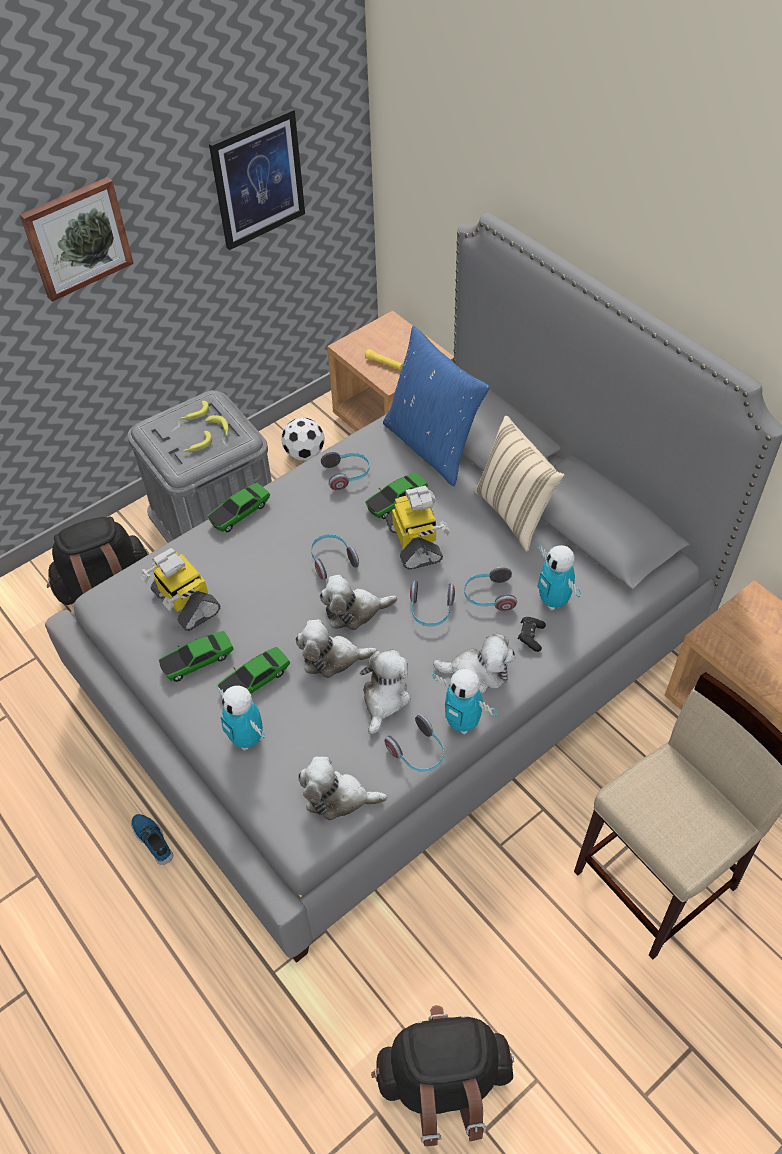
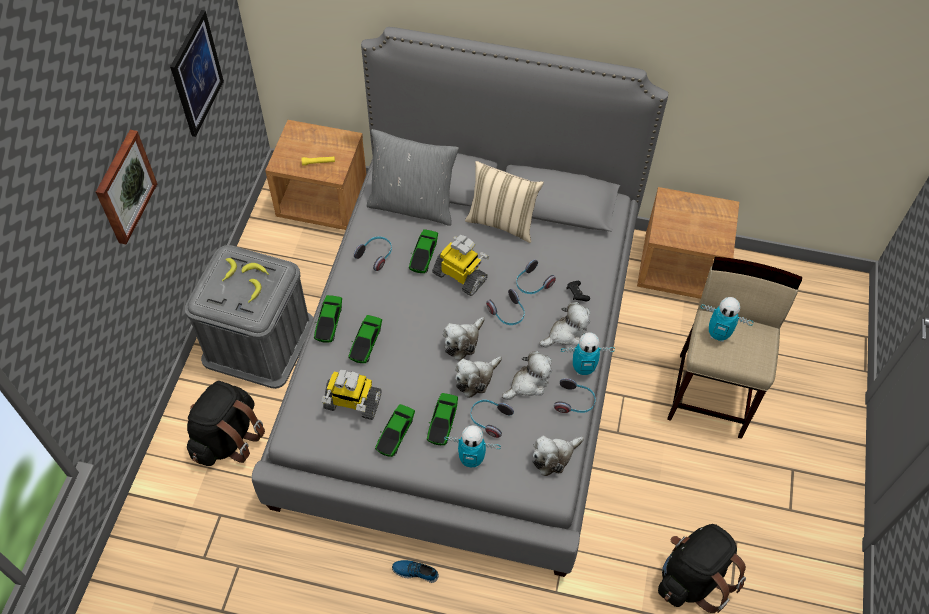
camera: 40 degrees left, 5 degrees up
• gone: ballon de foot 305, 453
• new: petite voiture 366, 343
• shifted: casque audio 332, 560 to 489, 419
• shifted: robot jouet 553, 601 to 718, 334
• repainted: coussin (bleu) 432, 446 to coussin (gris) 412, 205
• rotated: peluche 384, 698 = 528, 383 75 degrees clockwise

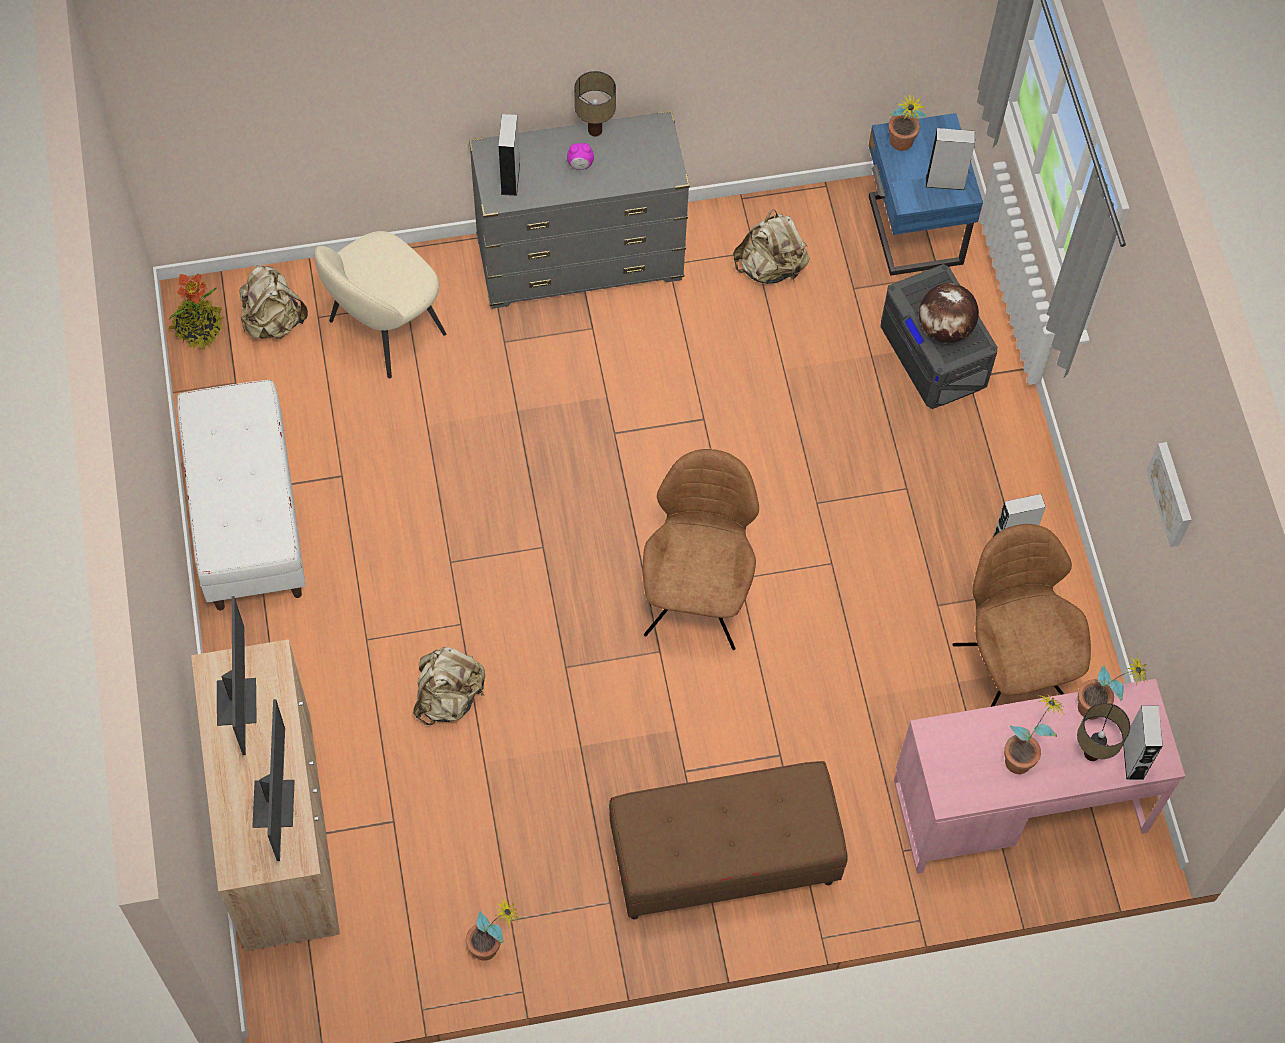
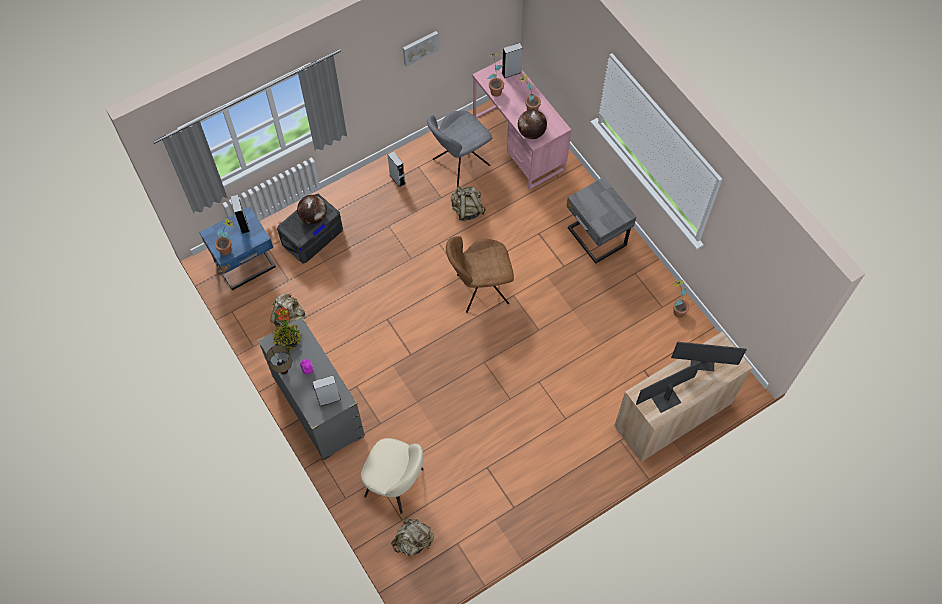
camera: 110 degrees left, 0 degrees up
• gone: banc (blanc) 247, 517
• gone: lampe de table 1091, 752
• new: globe 531, 133
• shifted: plante en pot 199, 328 to 287, 340
• shifted: sac à dos (beige) 449, 697 to 467, 210
• swapped: banc (marron) 723, 860 to table de chevet (gris) 595, 238
• repainted: chaise (marron) 1009, 669 to chaise (gris) 459, 163
• rotated: écran d'ordinateur 275, 803 = 702, 362 150 degrees counterclockwise

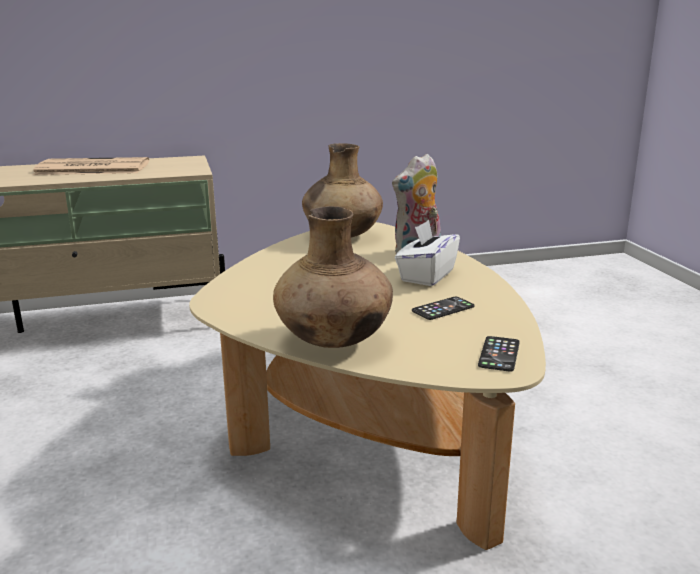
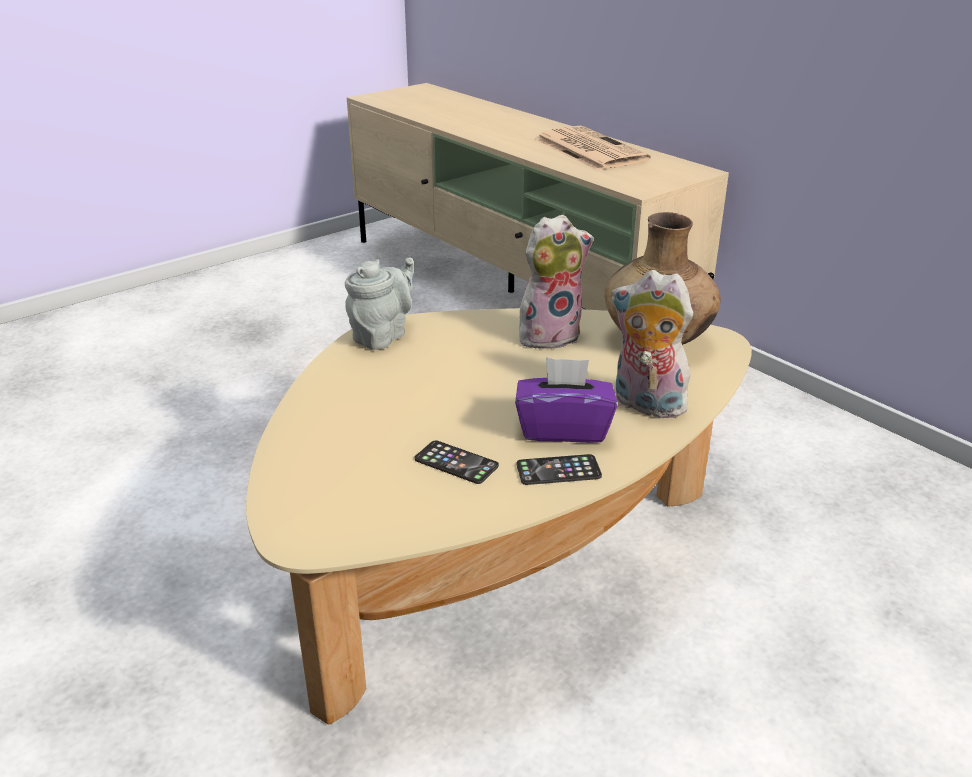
camera: 65 degrees right, 10 degrees up
• gone: vase (marron) 334, 341
• new: théière (gris) 382, 336
• new: peluche 549, 335
• shifted: téléphone 499, 354 to 558, 470
• repainted: boîte à mouchoirs (blanc) 426, 276 to boîte à mouchoirs (violet) 563, 429

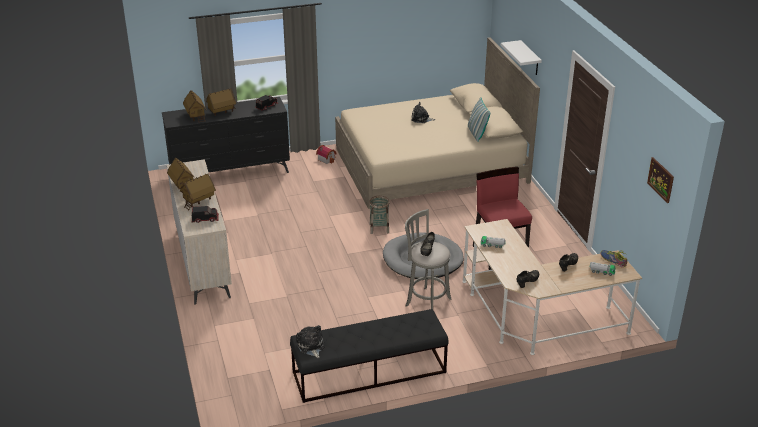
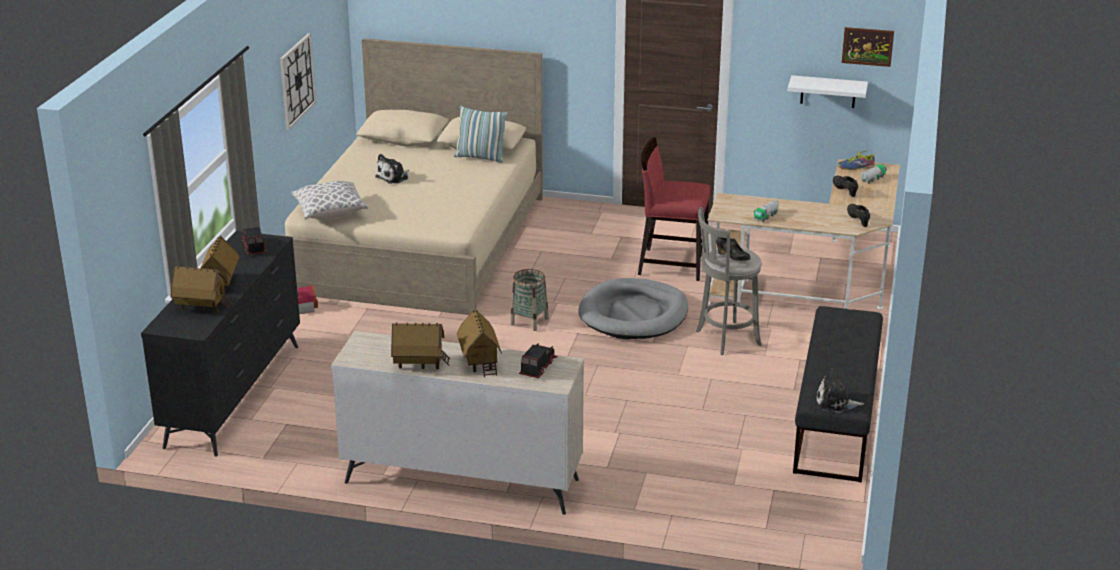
camera: 60 degrees left, 5 degrees down
• new: horloge murale 297, 81
• new: coussin 330, 213
• shifted: étagère (blanc) 530, 58 to 828, 91

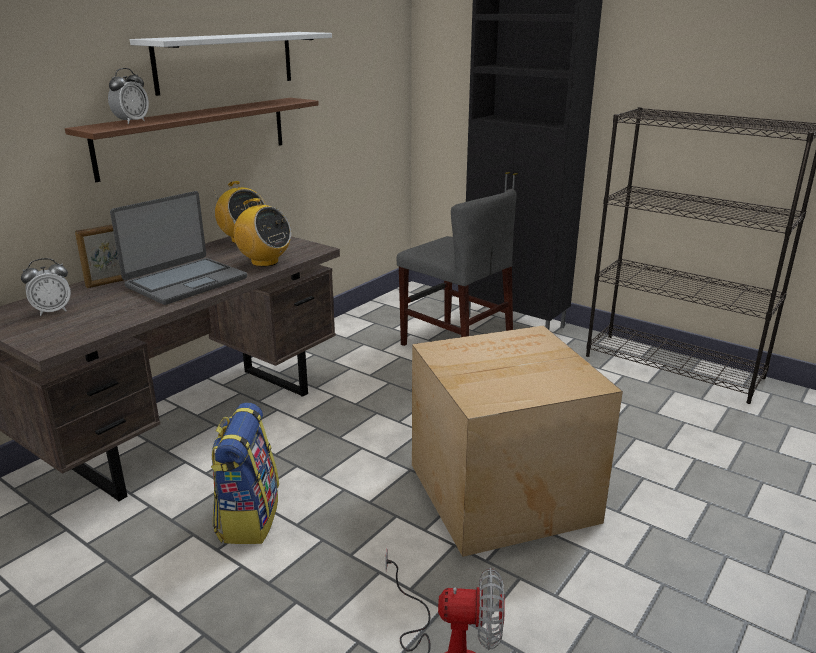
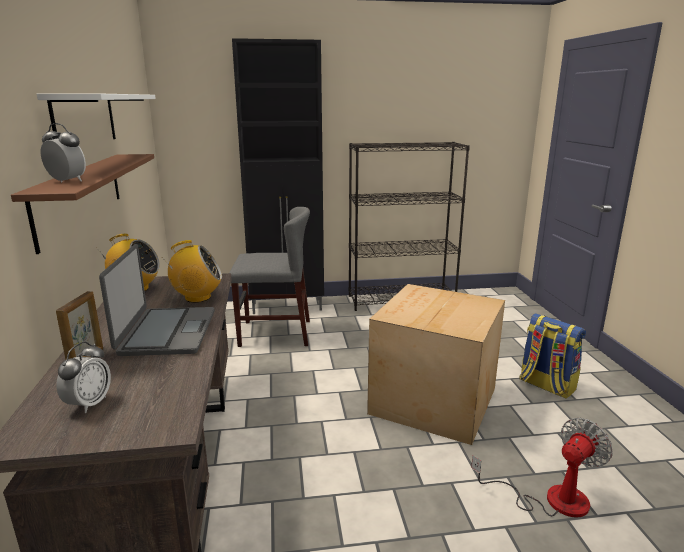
camera: 45 degrees left, 5 degrees down
• shifted: sac à dos 248, 518 to 546, 385
• rotated: réveil 132, 122 = 67, 181 45 degrees counterclockwise

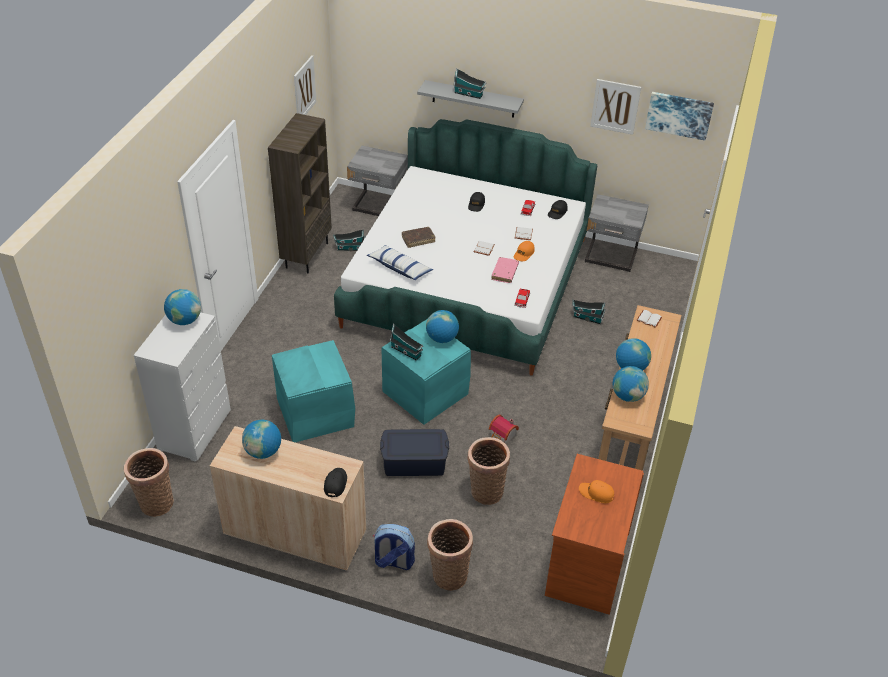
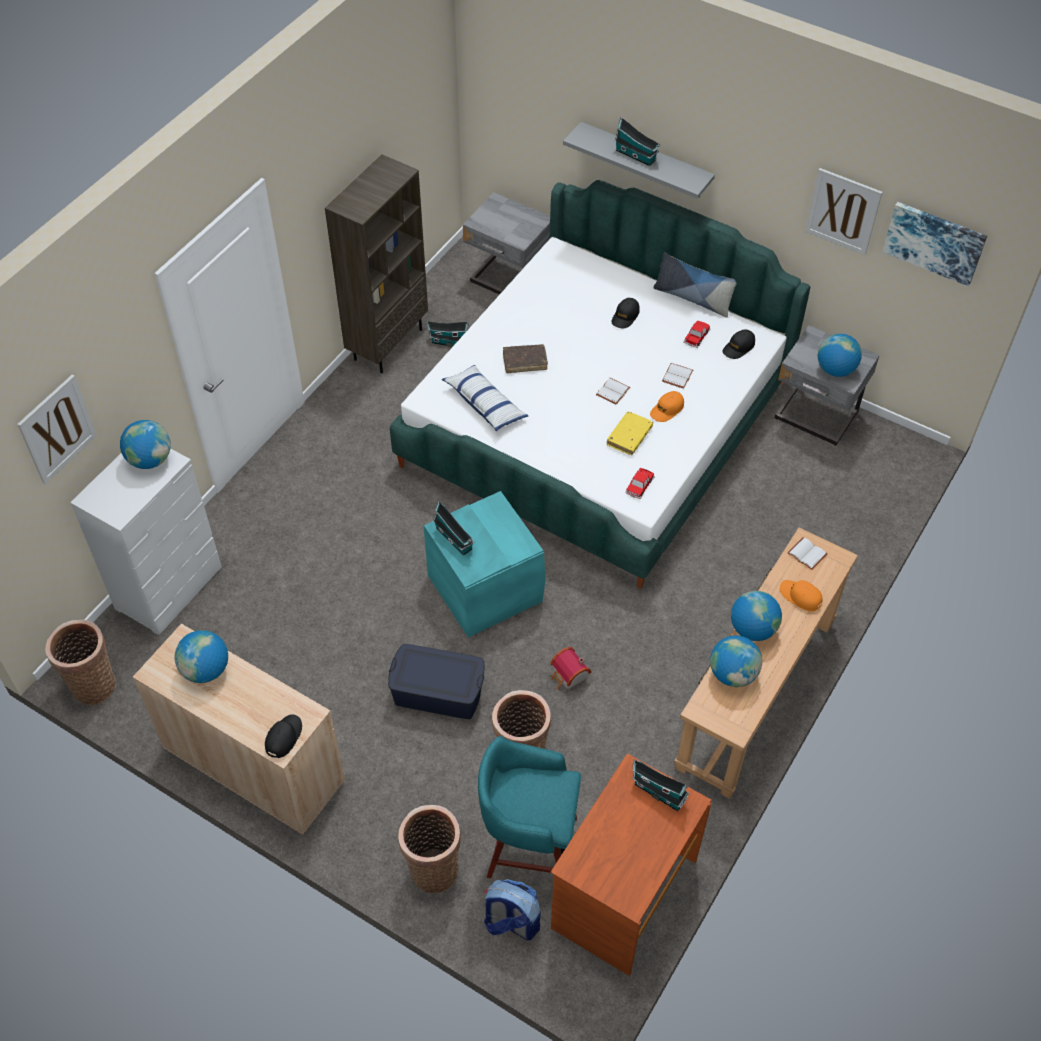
camera: 15 degrees right, 10 degrees up
• gone: boîte de rangement (turquoise) 316, 412
• new: tabouret (turquoise) 528, 845
• new: coussin 693, 298
• shifted: tableau 304, 89 to 57, 429
• shifted: sac à dos 393, 561 to 511, 922
• shifted: globe 441, 338 to 835, 370
• shifted: maison miniature 586, 318 to 657, 791
• shifted: casquette (orange) 596, 493 to 800, 596
• repainted: livre (rose) 504, 273 to livre (jaune) 629, 437

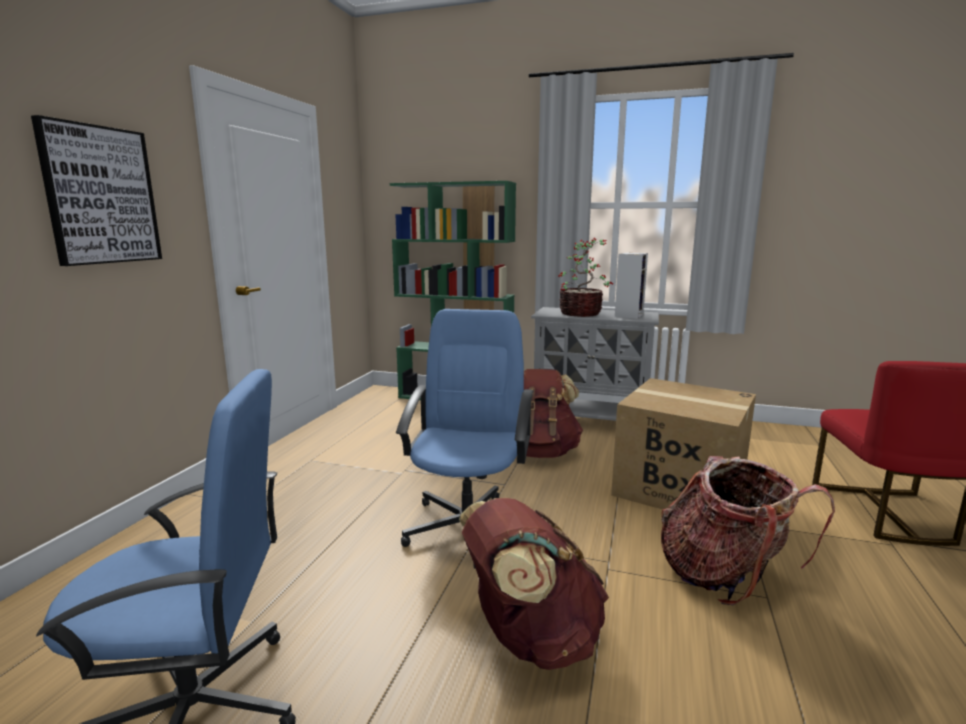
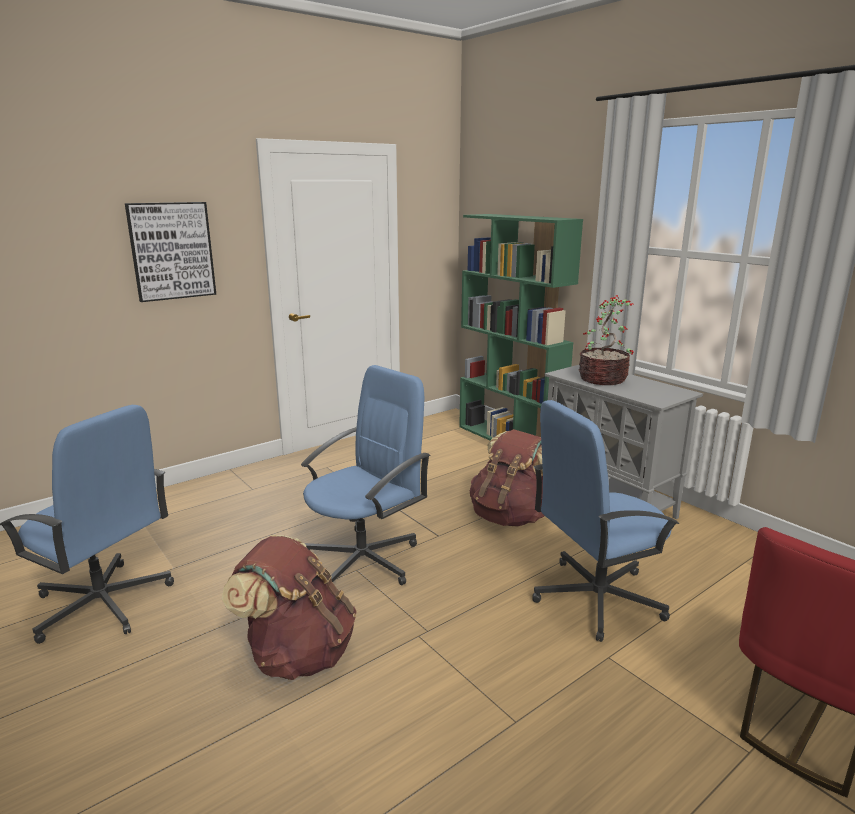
camera: 35 degrees right, 5 degrees up
• gone: enceinte 628, 315
• gone: sac à dos 726, 576
• swapped: carton 679, 488 to chaise de bureau (bleu) 595, 598

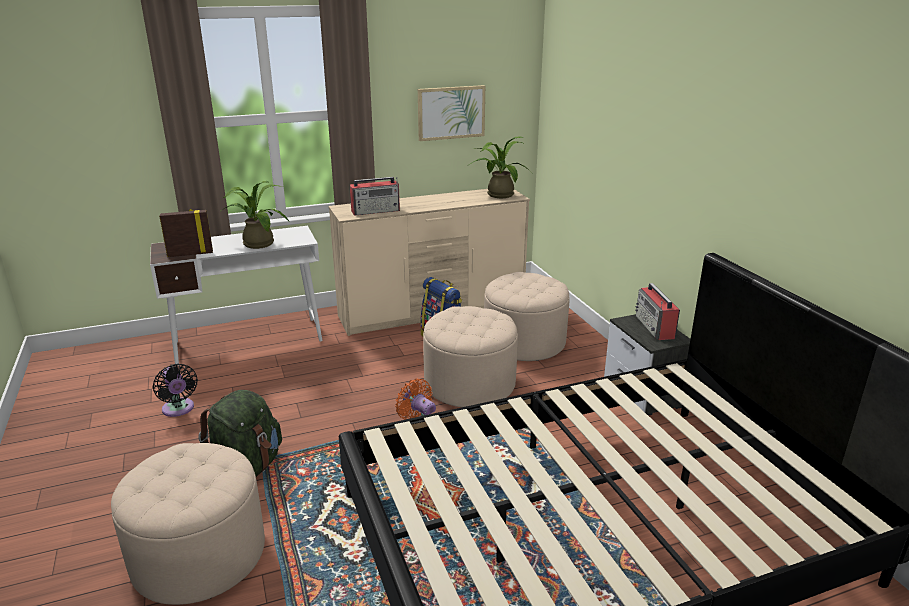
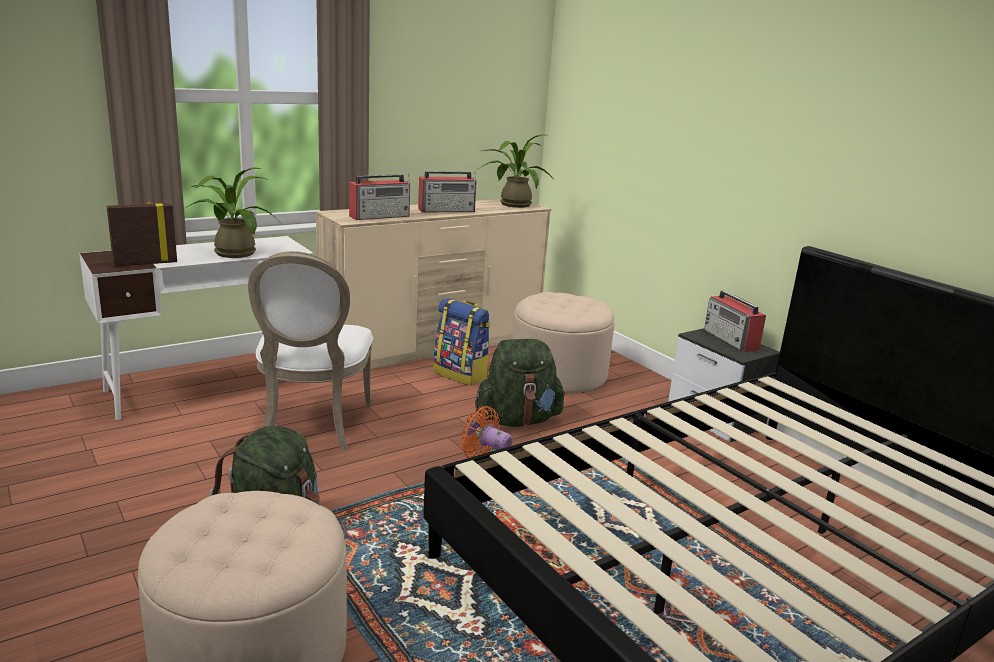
camera: 15 degrees left, 5 degrees down
• gone: ventilateur (noir) 179, 409
• gone: tableau 451, 112
• new: chaise (blanc) 312, 426
• new: radio 447, 210
• swapped: pouf (beige) 469, 384 to sac à dos (vert) 518, 420

